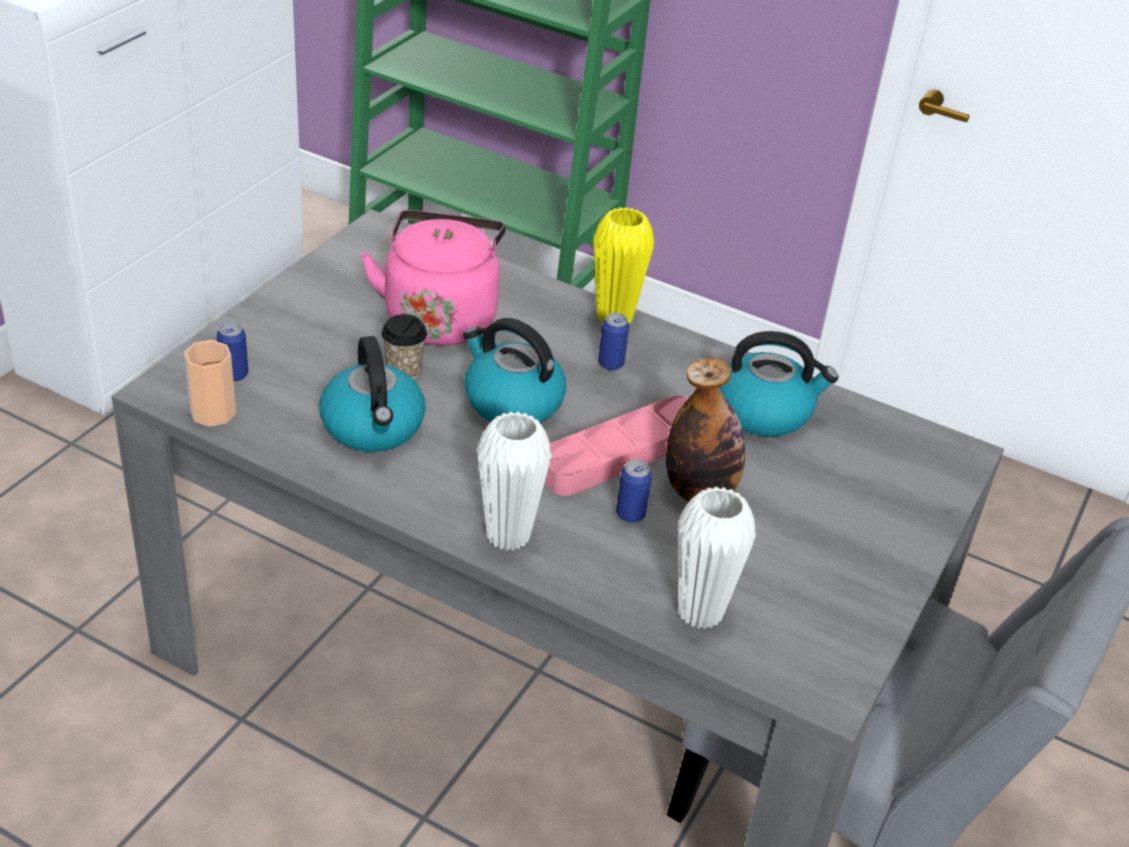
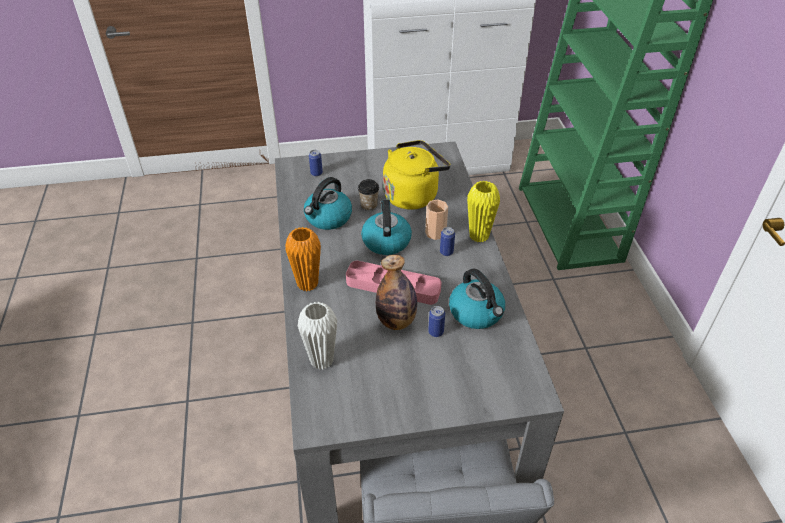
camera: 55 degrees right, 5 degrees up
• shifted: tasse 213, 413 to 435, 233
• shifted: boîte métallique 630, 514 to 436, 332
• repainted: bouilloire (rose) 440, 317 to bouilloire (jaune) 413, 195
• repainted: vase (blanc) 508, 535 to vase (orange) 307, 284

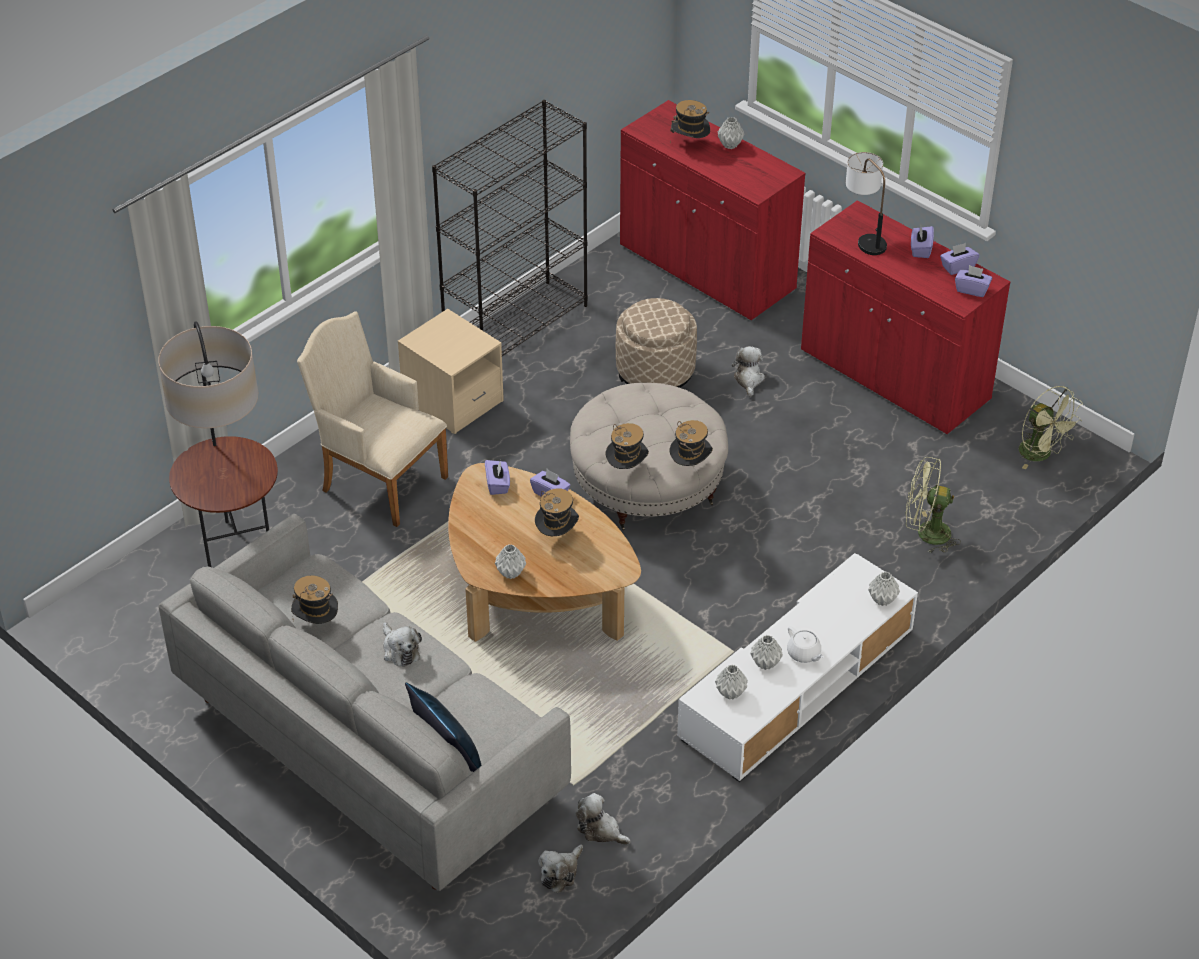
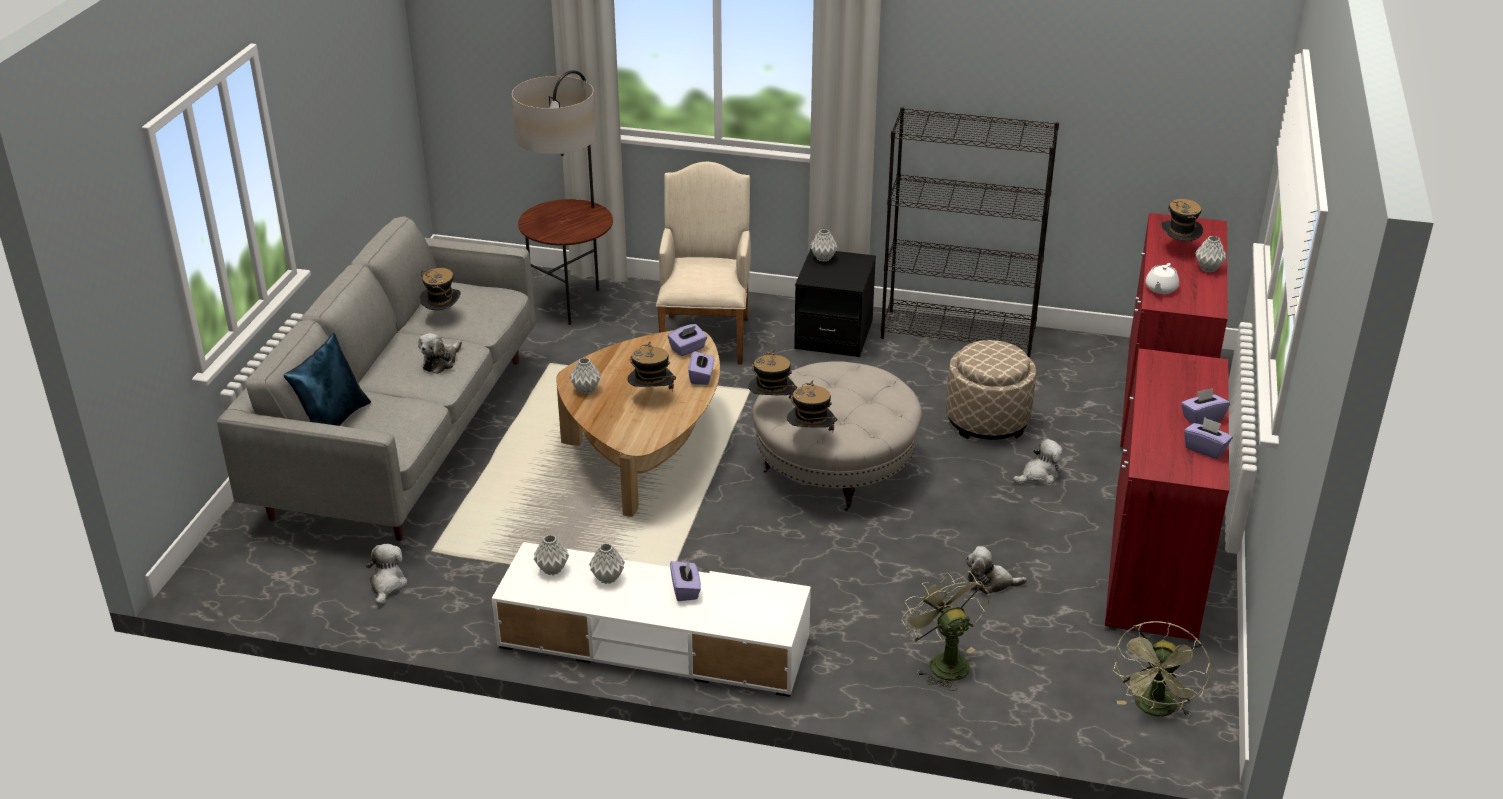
camera: 60 degrees right, 10 degrees down
• gone: lampe de table 864, 237
• shifted: peluche 560, 873 to 990, 583
• shifted: théière (blanc) 804, 654 to 1160, 289
• shifted: vase (gris) 883, 600 to 823, 258
• shifted: boîte à mouchoirs (violet) 972, 289 to 685, 590
• repainted: table de chevet (beige) 452, 401 to table de chevet (noir) 834, 335

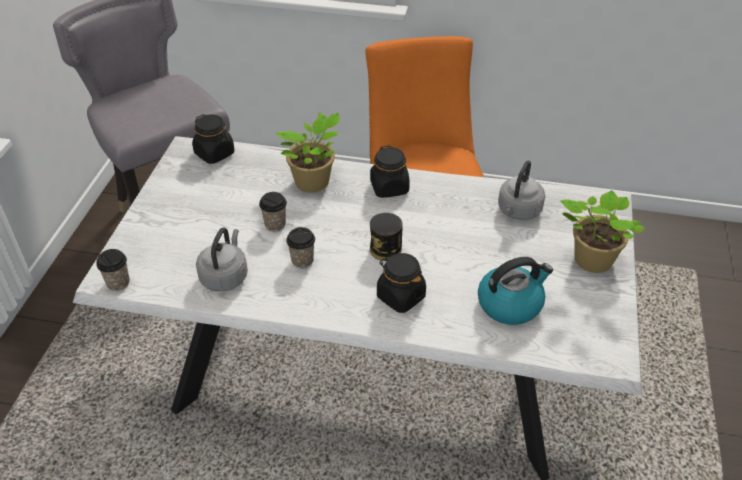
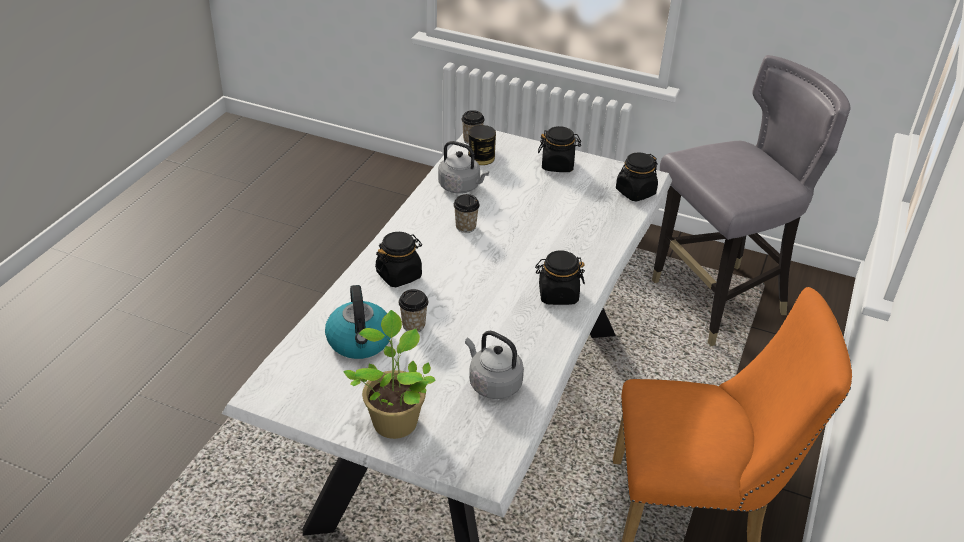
camera: 100 degrees right, 5 degrees down
• gone: plante en pot 314, 183
• new: bocal (noir) 557, 165
• shifted: tasse 275, 224 to 413, 325
• shifted: boîte métallique 385, 249 to 481, 158

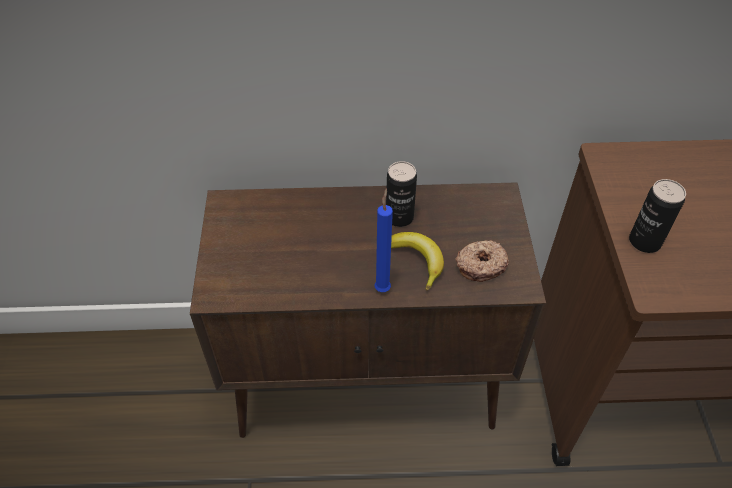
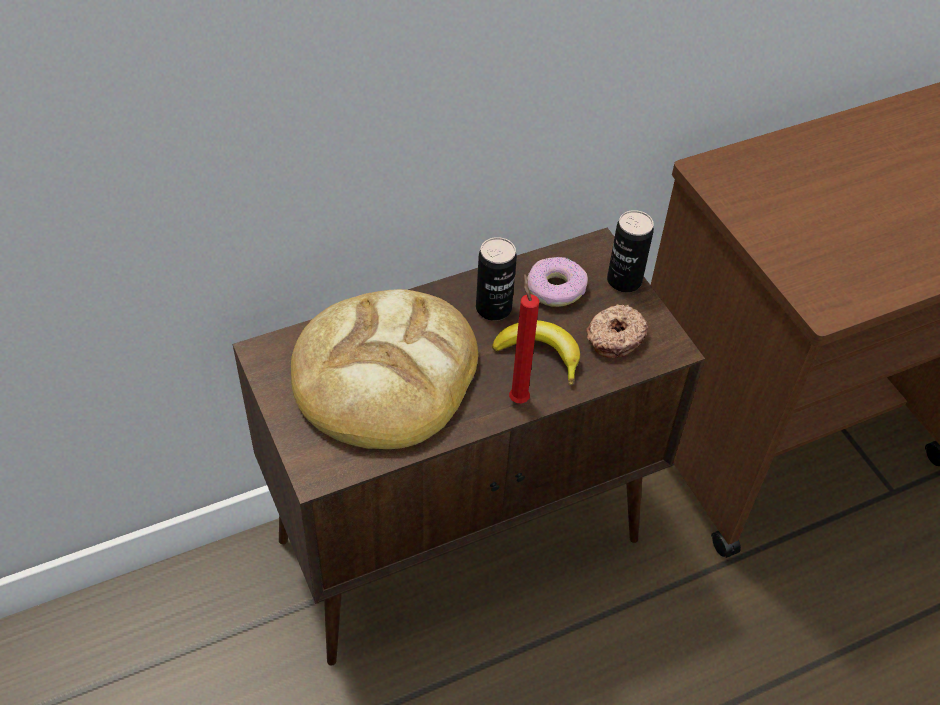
camera: 25 degrees left, 0 degrees up
• new: pain 385, 374
• new: beignet 555, 288
• shifted: boîte métallique 644, 241 to 624, 281
• repainted: bougie (bleu) 383, 287 to bougie (rouge) 518, 397

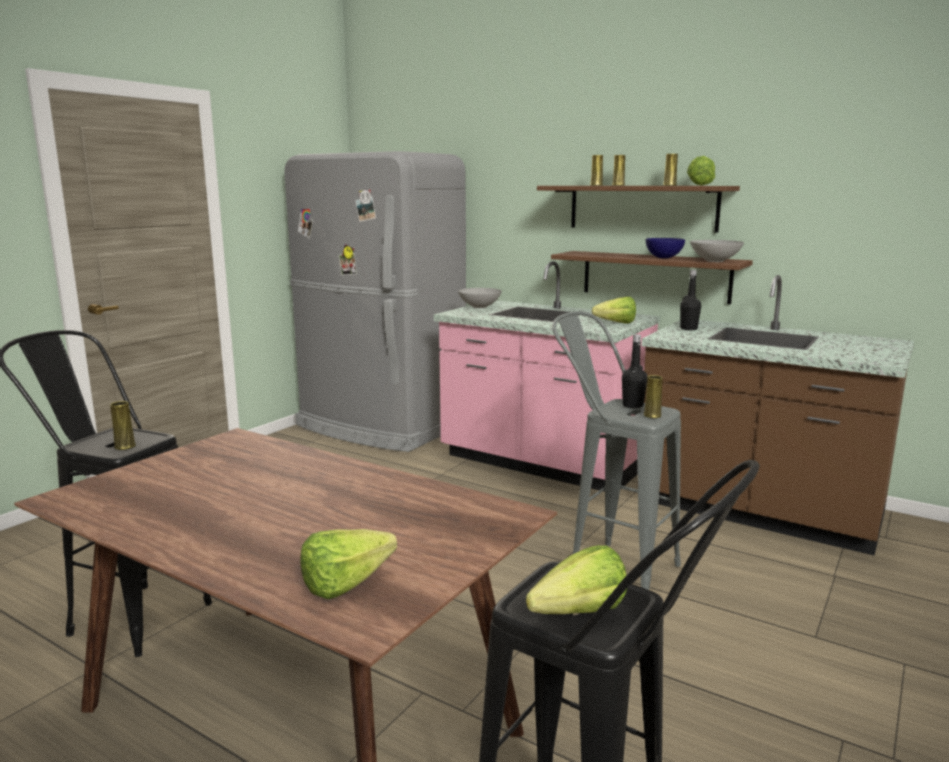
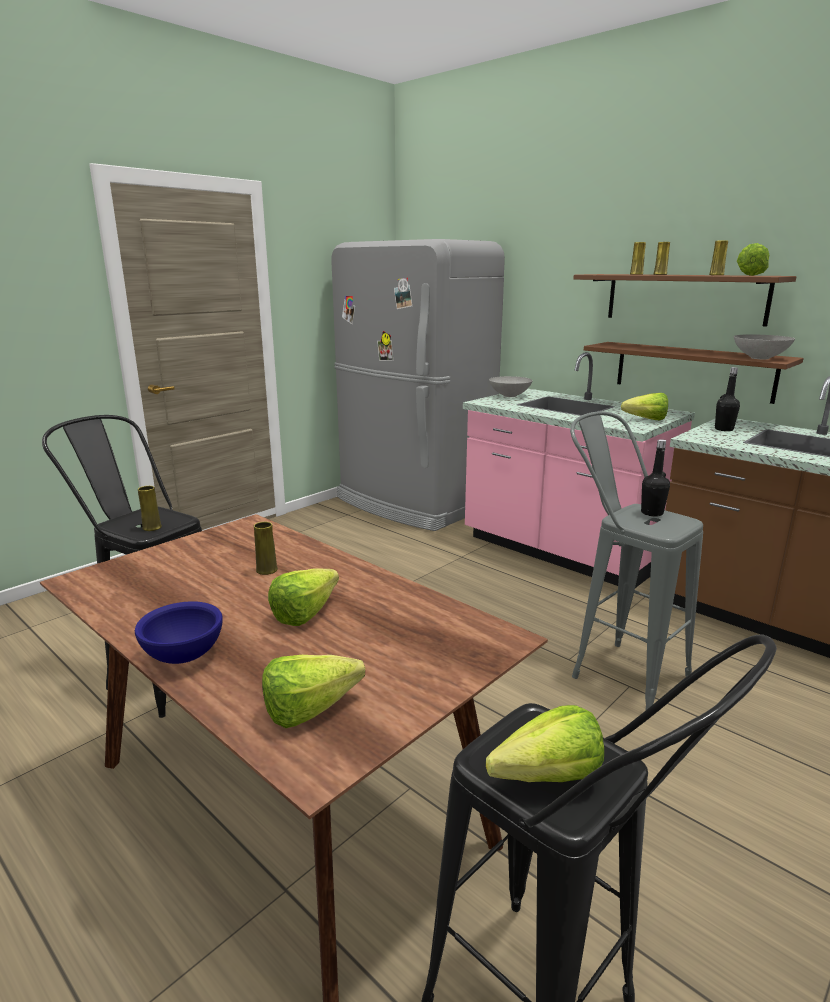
camera: 10 degrees right, 5 degrees up
• new: laitue 311, 612
• shifted: vase (jaune) 652, 415 to 266, 570
• shifted: bol (bleu) 664, 258 to 185, 655

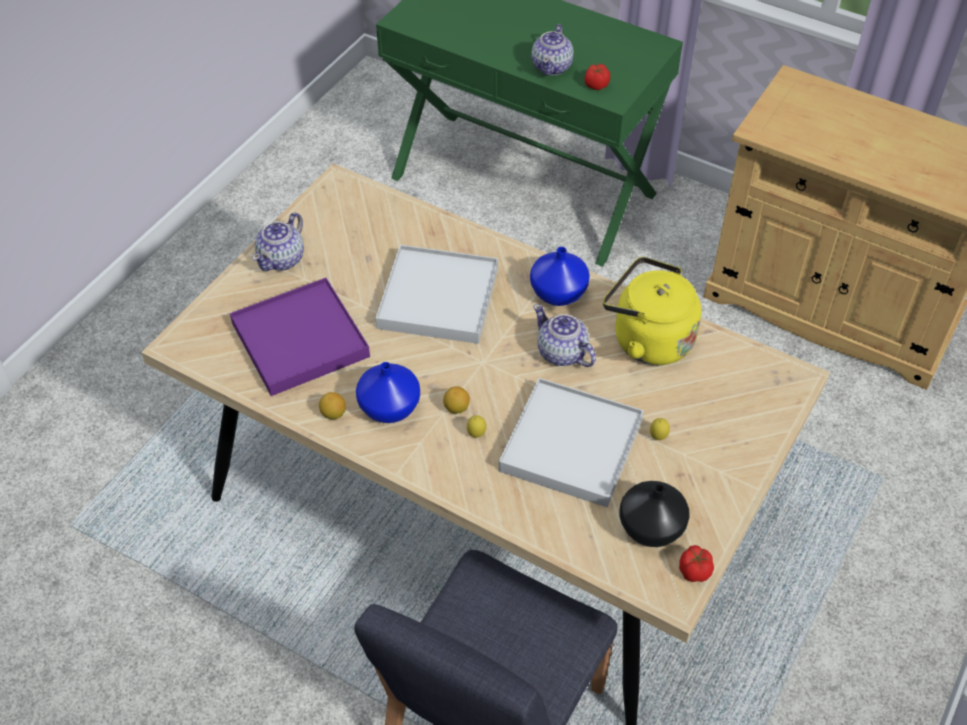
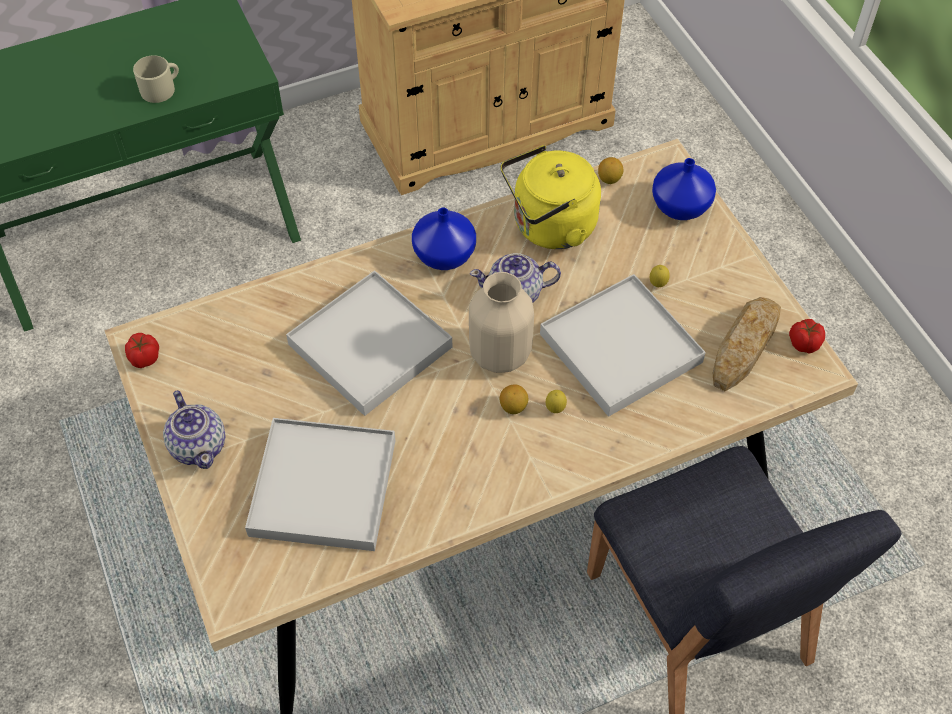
camera: 55 degrees left, 5 degrees up
• new: vase (beige) 501, 353
• shifted: citron 333, 414 to 609, 179
• shifted: vase (bleu) 389, 408 to 681, 207
• shifted: tomate 596, 85 to 144, 358
• swapped: théière 552, 66 to mug (beige) 161, 88
• swapped: vase (noir) 650, 528 to pain 744, 346
• repainted: plateau (violet) 300, 340 to plateau (blanc) 323, 487

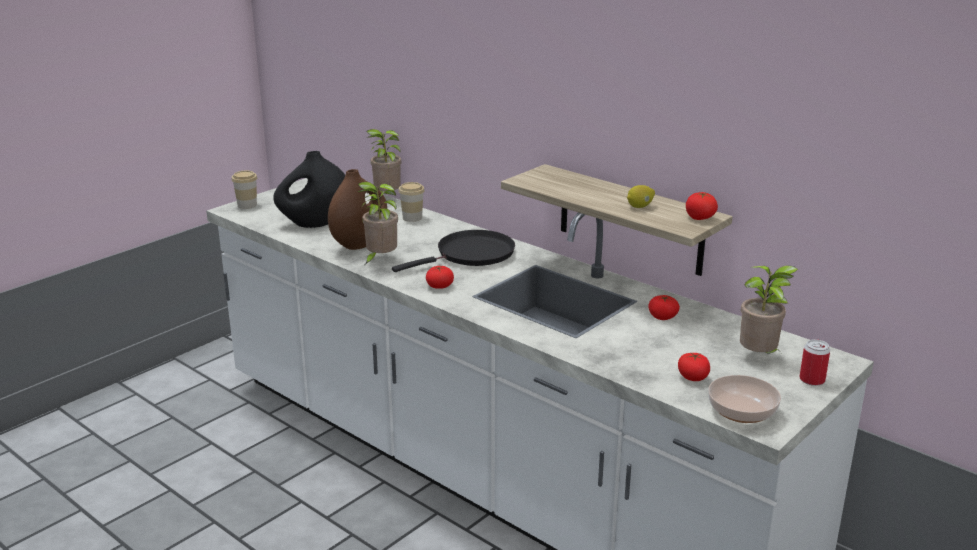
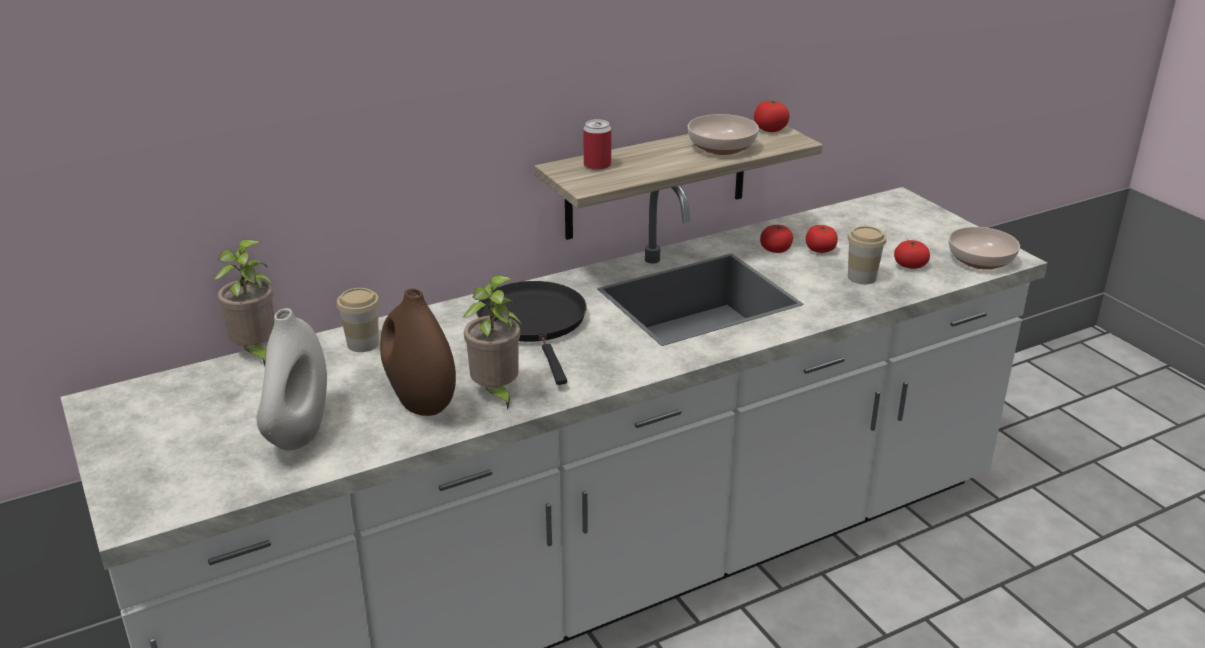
camera: 70 degrees left, 5 degrees up
• gone: plante en pot 759, 357
• shifted: tasse 247, 205 to 861, 277
• shifted: tomate 439, 286 to 820, 249
• shifted: boîte métallique 812, 380 to 597, 166
• swapped: citron 640, 206 to bol 721, 147
• repainted: vase (noir) 314, 224 to vase (blanc) 299, 433

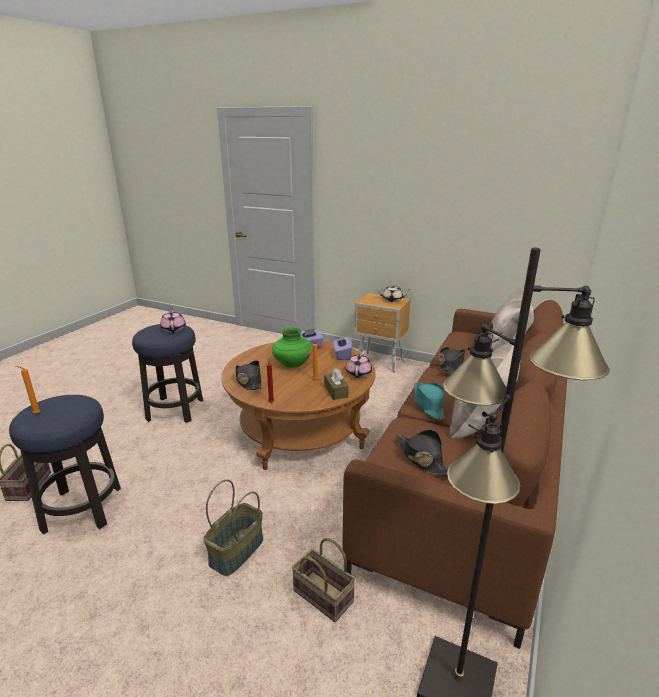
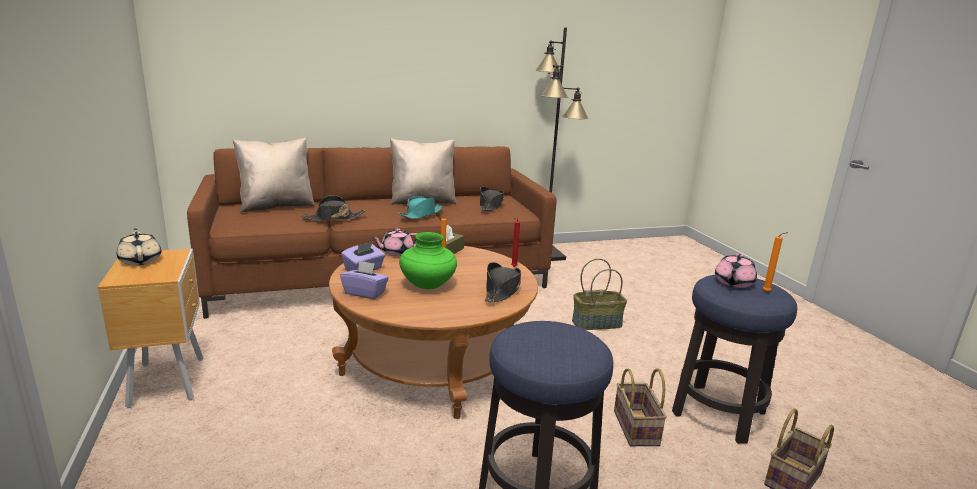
camera: 135 degrees left, 5 degrees down
• shifted: théière (rose) 173, 329 to 733, 283
• shifted: panier 321, 596 to 637, 429

